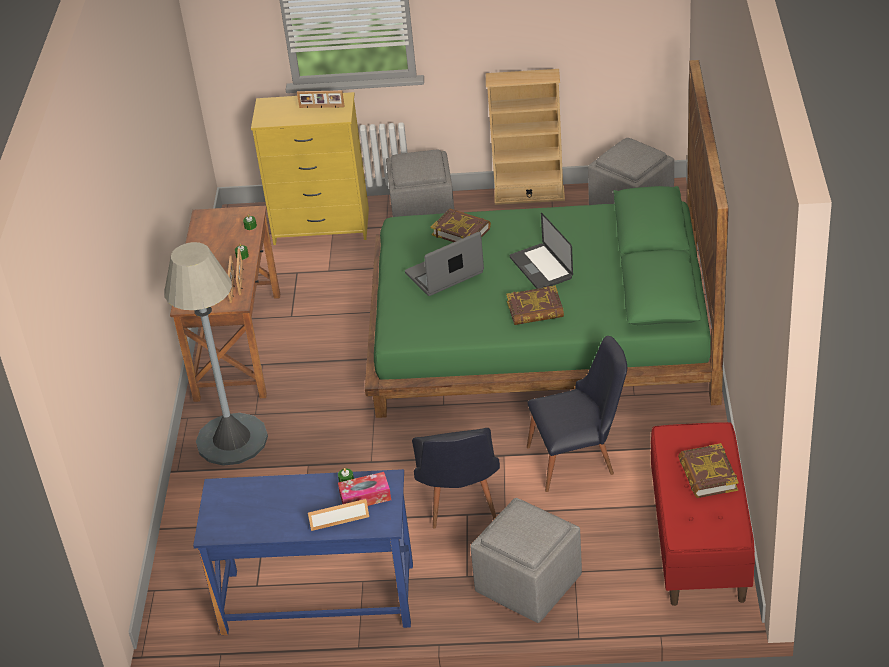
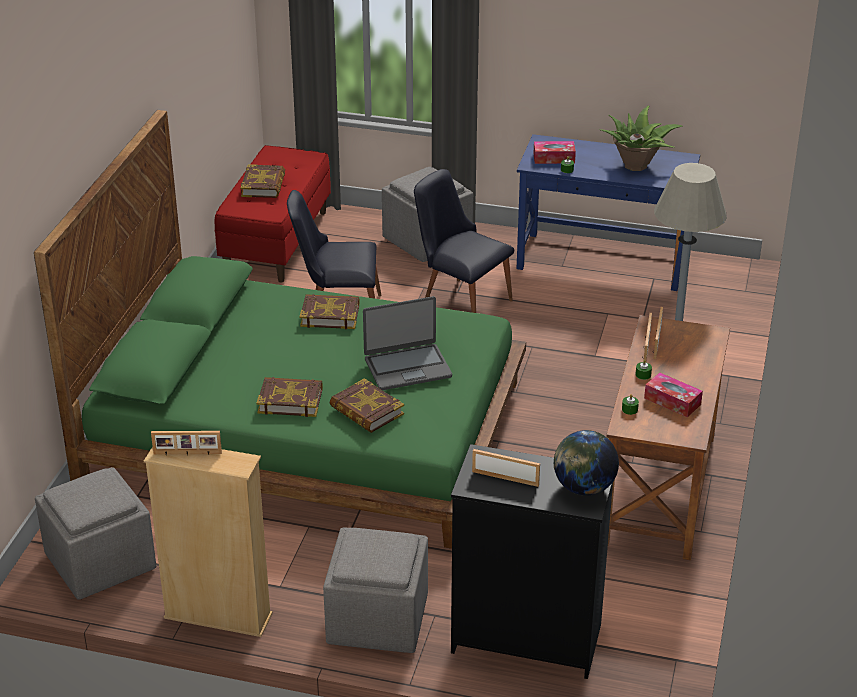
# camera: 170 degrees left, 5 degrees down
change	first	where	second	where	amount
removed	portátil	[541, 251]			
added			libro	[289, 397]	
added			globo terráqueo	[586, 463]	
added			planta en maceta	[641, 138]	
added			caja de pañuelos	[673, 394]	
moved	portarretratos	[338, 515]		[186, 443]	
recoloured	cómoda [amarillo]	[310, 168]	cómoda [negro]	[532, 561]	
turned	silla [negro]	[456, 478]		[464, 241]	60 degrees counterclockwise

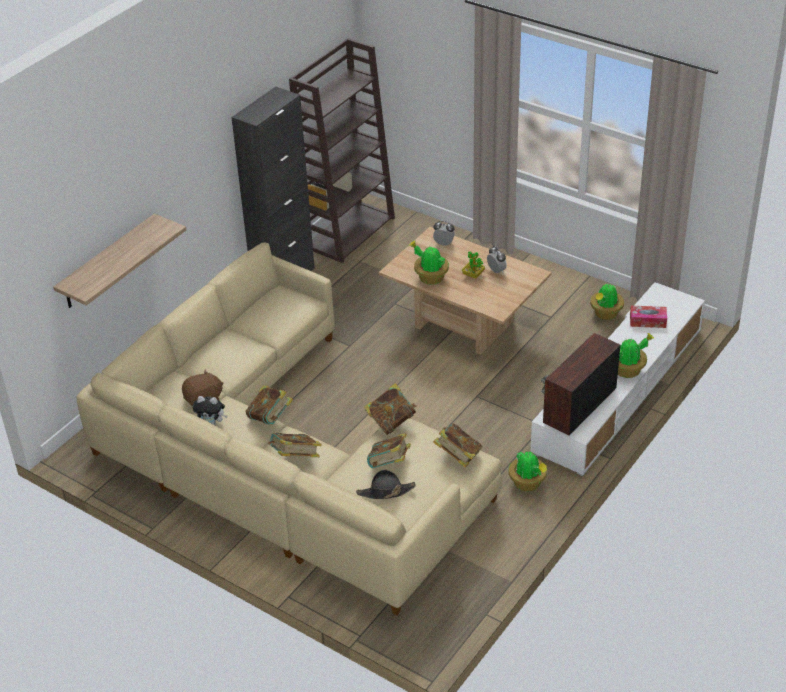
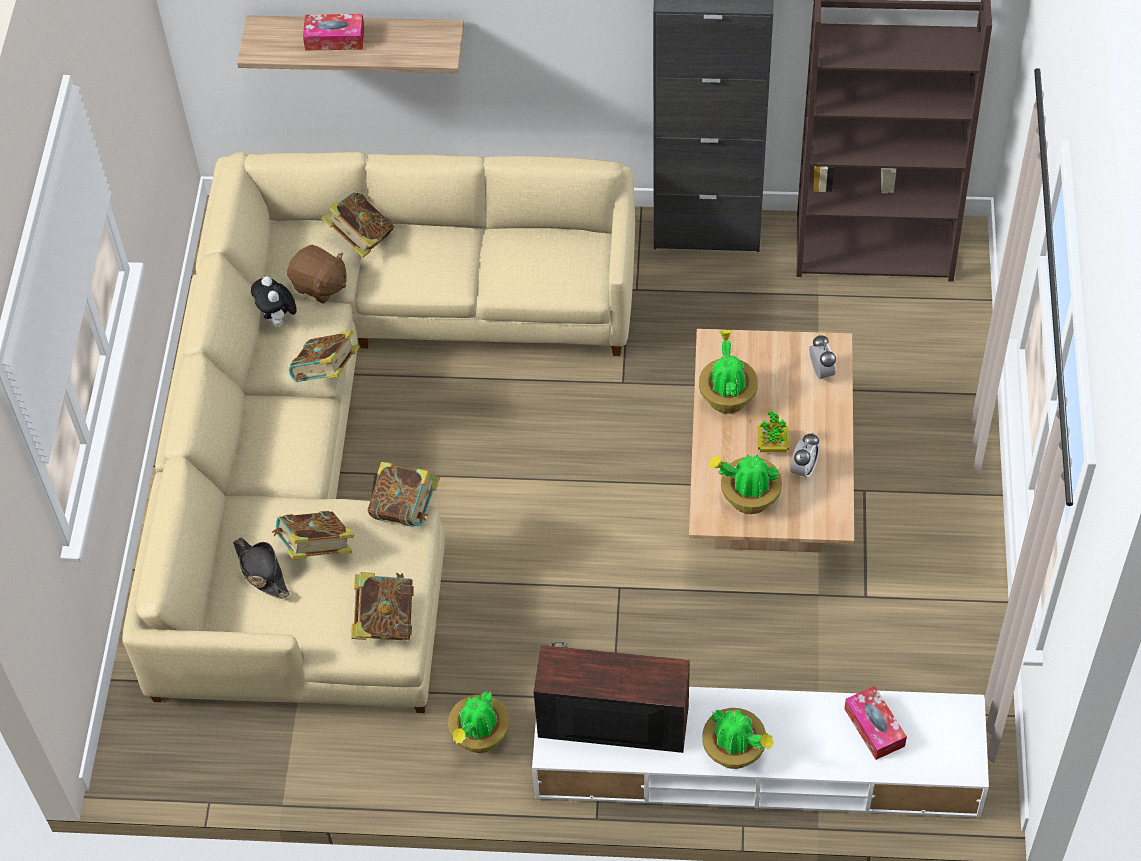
# camera: 60 degrees right, 15 degrees up
change	first	where	second	where	amount
added			caja de pañuelos	[333, 32]	
moved	libro	[295, 445]		[358, 225]	
moved	planta en maceta	[607, 301]		[745, 484]	

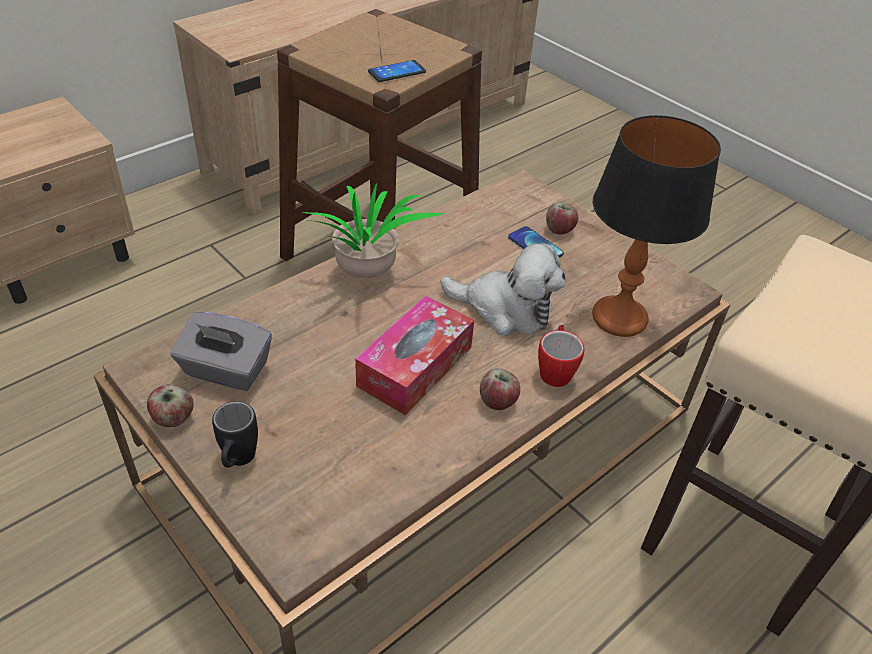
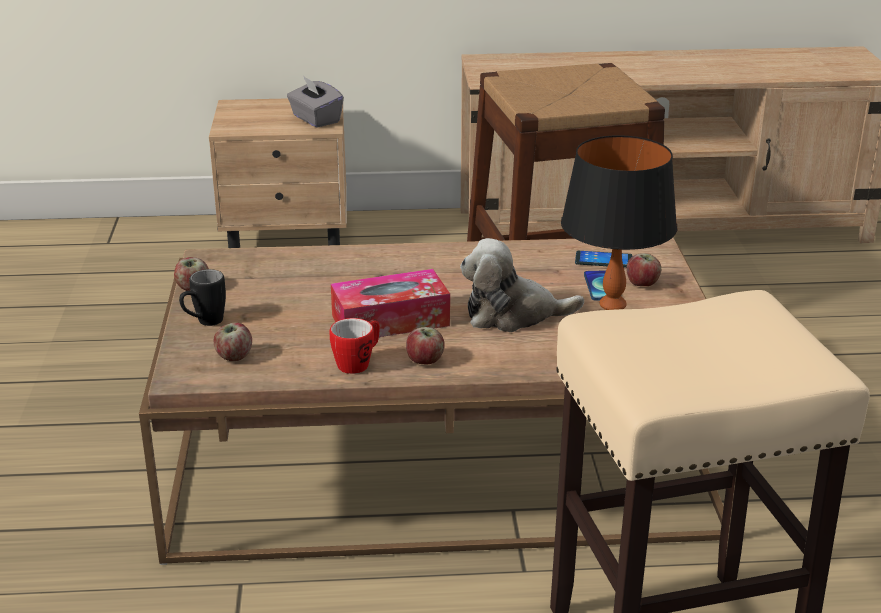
# camera: 40 degrees right, 15 degrees down
change	first	where	second	where	amount
removed	planta en maceta	[374, 230]			
added			manzana	[233, 341]	
moved	caja de pañuelos [gris]	[221, 351]		[315, 102]	
moved	móvil	[397, 71]		[603, 259]	
moved	taza grande	[561, 356]		[355, 346]	
turned	peluche	[503, 289]		[522, 285]	120 degrees clockwise

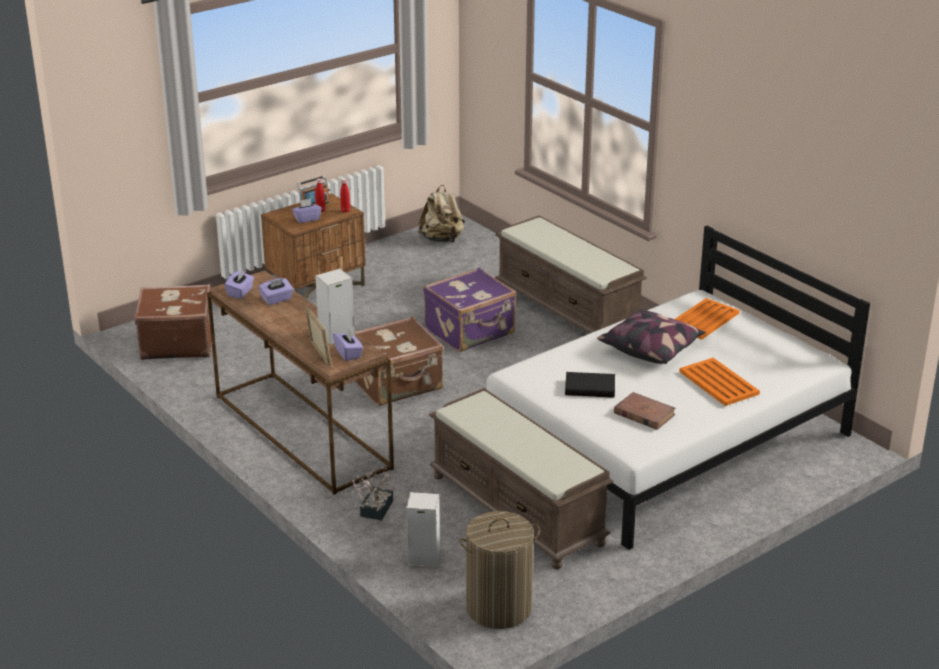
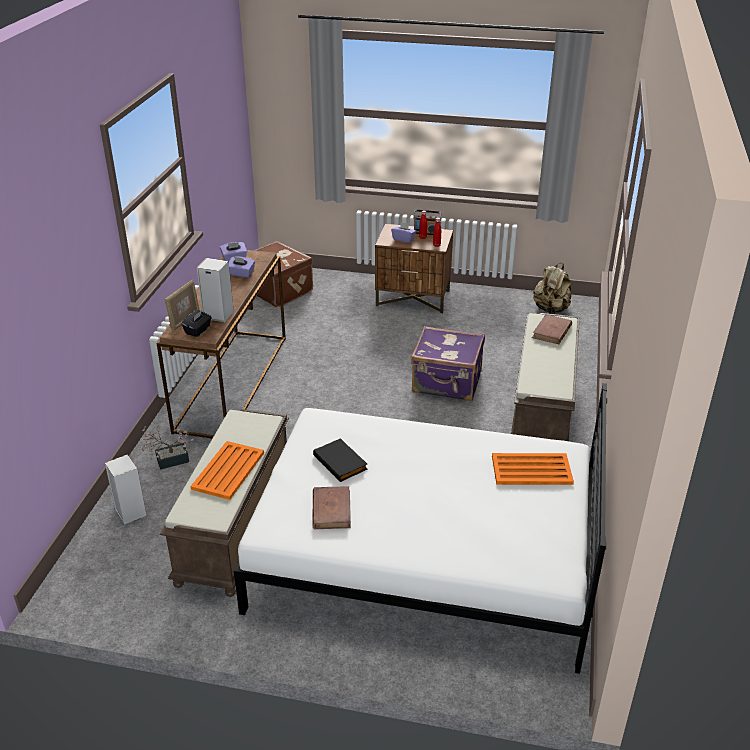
# camera: 50 degrees right, 5 degrees up
change	first	where	second	where	amount
removed	maleta [marrón]	[399, 361]			
removed	cesto de la ropa	[499, 570]			
removed	cojín	[651, 336]			
added			libro [marrón]	[552, 329]	
moved	bandeja [naranja]	[719, 382]		[227, 470]	
recoloured	caja de pañuelos [morado]	[348, 345]	caja de pañuelos [negro]	[197, 323]	

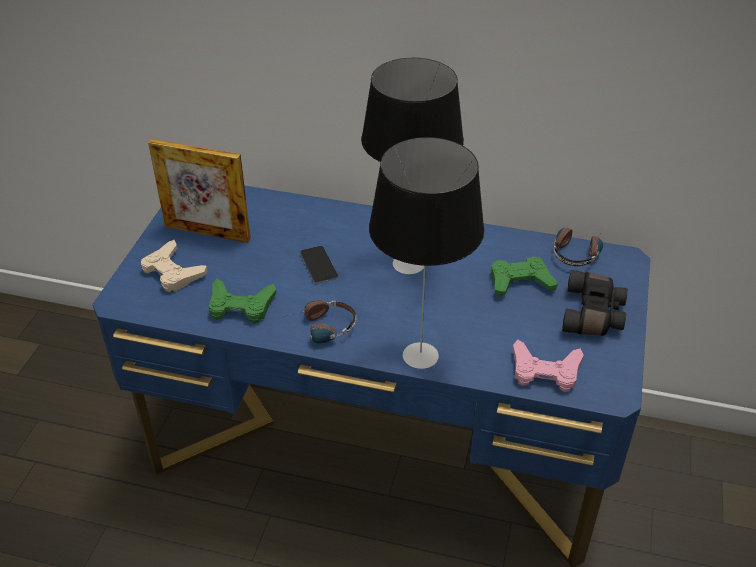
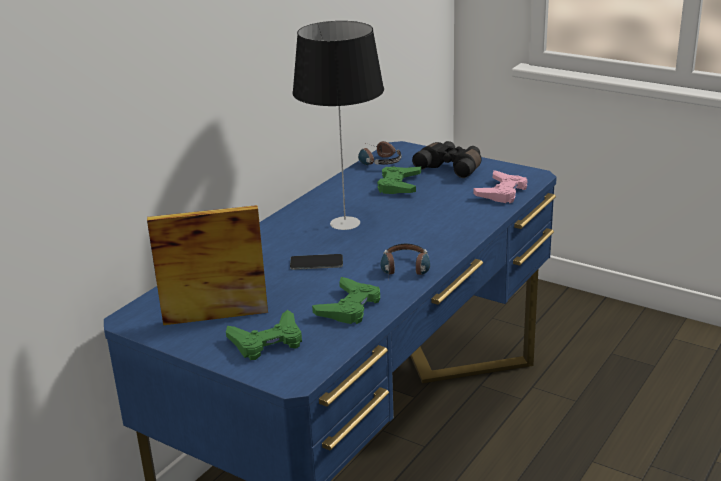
# camera: 70 degrees left, 15 degrees down
change	first	where	second	where	amount
removed	lámpara de mesa	[426, 253]			
recoloured	mando de consola [beis]	[174, 266]	mando de consola [verde]	[264, 335]	
turned	portarretratos	[199, 191]		[207, 265]	135 degrees counterclockwise

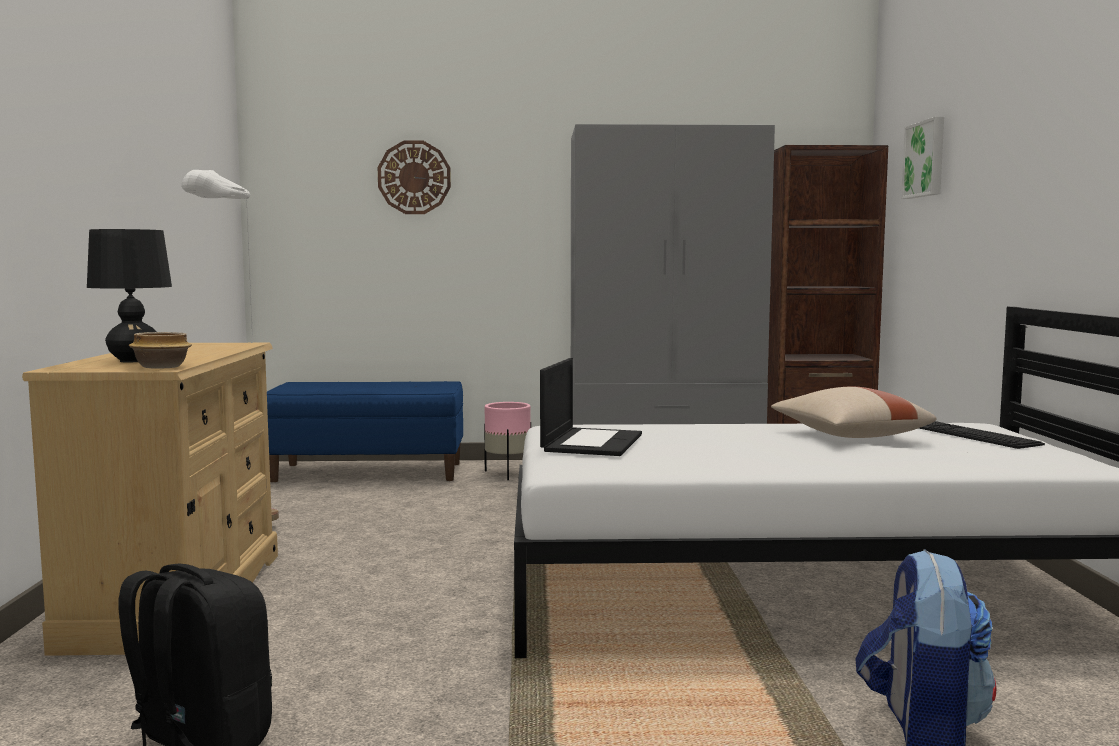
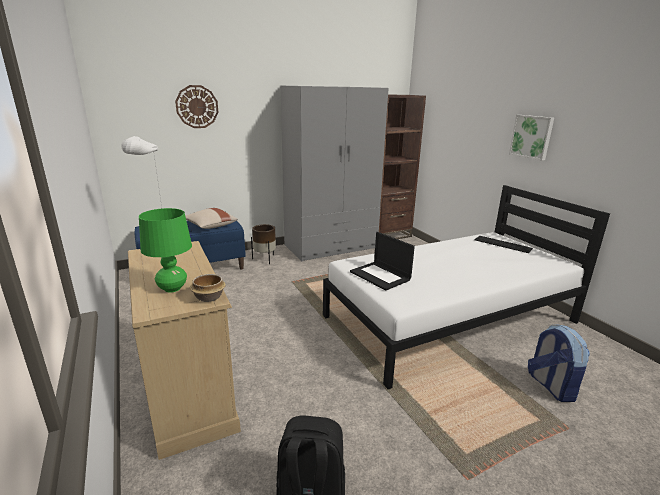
# camera: 25 degrees left, 15 degrees up
change	first	where	second	where	amount
moved	cojín [beis]	[854, 412]		[211, 218]	
moved	cuadro	[922, 158]		[531, 137]	
recoloured	lámpara de mesa [negro]	[129, 295]	lámpara de mesa [verde]	[165, 250]	
recoloured	maceta [rosa]	[507, 441]	maceta [marrón]	[263, 244]	
turned	portátil	[591, 407]		[382, 261]	150 degrees clockwise

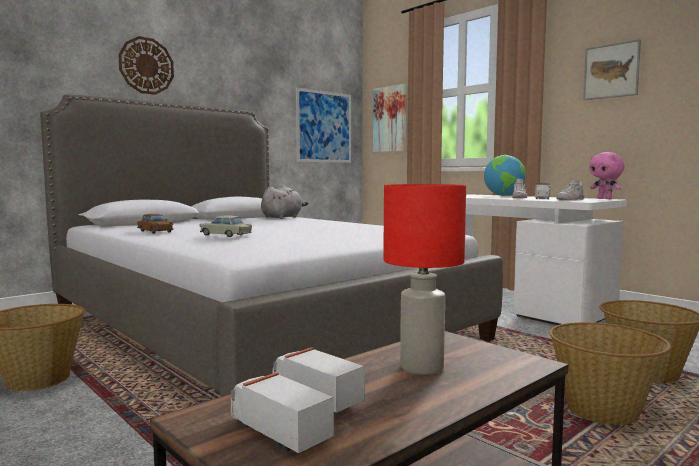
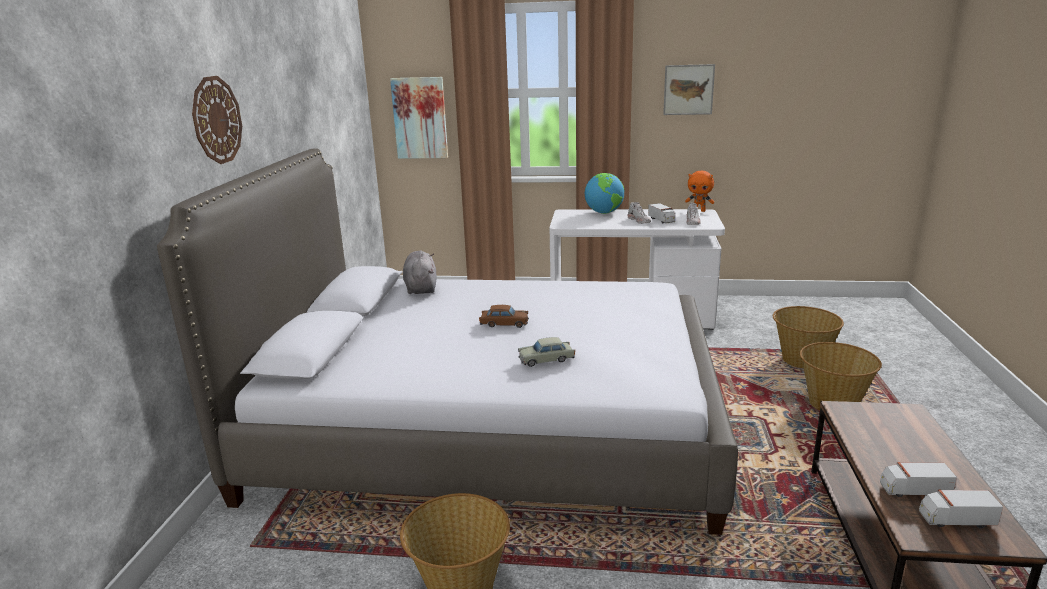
# camera: 40 degrees left, 15 degrees up
change	first	where	second	where	amount
removed	cuadro	[323, 125]			
removed	lámpara de mesa [rojo]	[424, 279]			
moved	coche de juguete [marrón]	[155, 224]		[504, 316]	
recoloured	peluche [rosa]	[607, 175]	peluche [naranja]	[699, 191]	

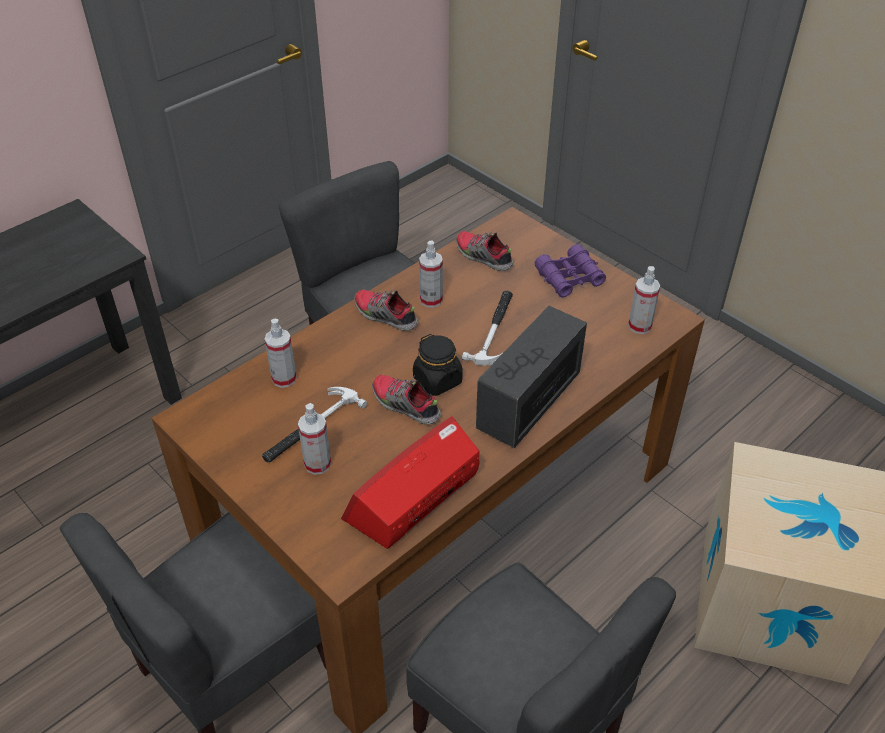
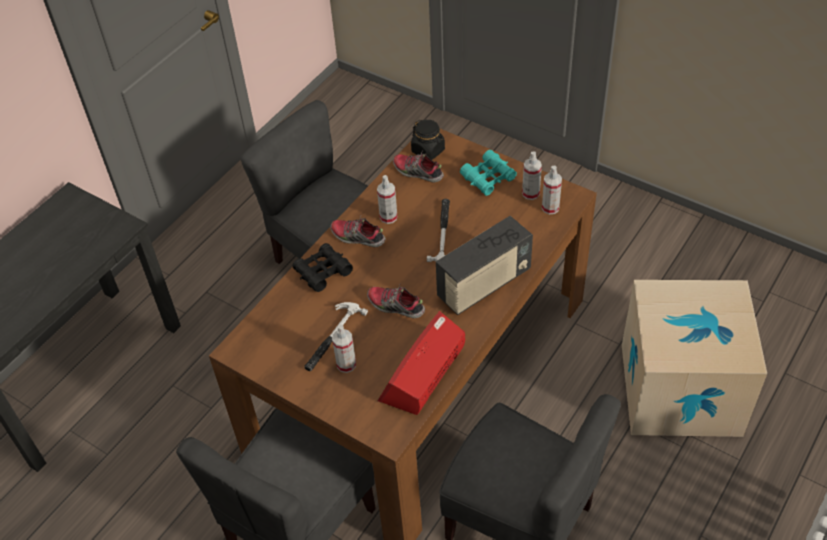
# camera: 10 degrees left, 5 degrees up
change	first	where	second	where	amount
added			prismáticos [negro]	[323, 267]	
moved	pulverizador	[281, 353]		[532, 175]	
moved	tarro [negro]	[438, 365]		[428, 140]	
recoloured	prismáticos [morado]	[570, 271]	prismáticos [turquesa]	[488, 173]	
turned	radio	[531, 377]		[484, 265]	150 degrees counterclockwise

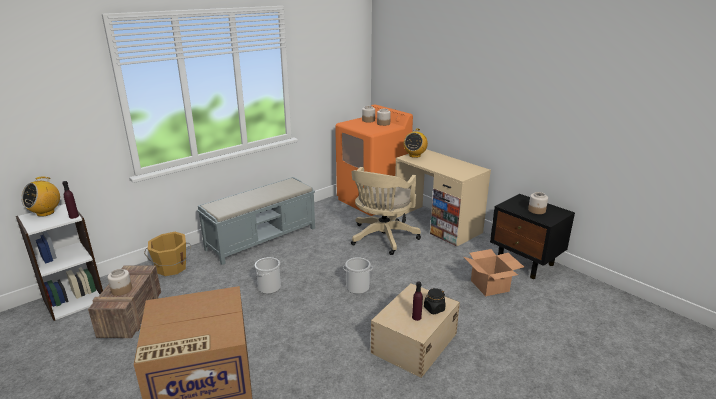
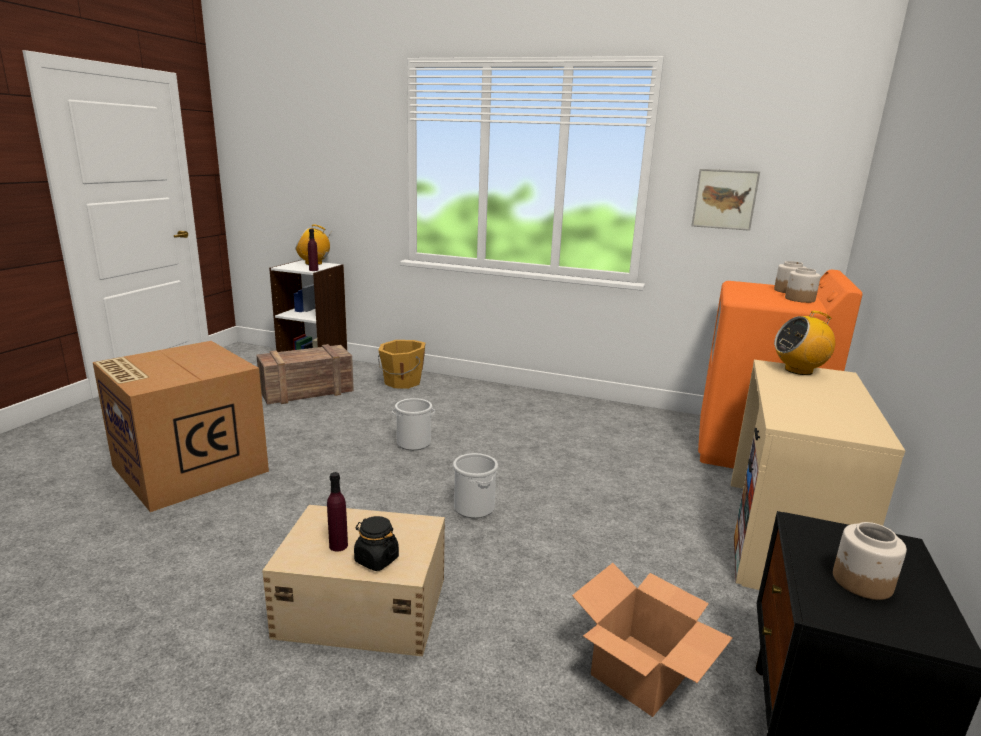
# camera: 60 degrees right, 5 degrees down
change	first	where	second	where	amount
removed	tarro	[119, 282]			
removed	banco [gris]	[256, 221]			
removed	silla de oficina [beis]	[386, 211]			
added			cuadro	[726, 200]	

